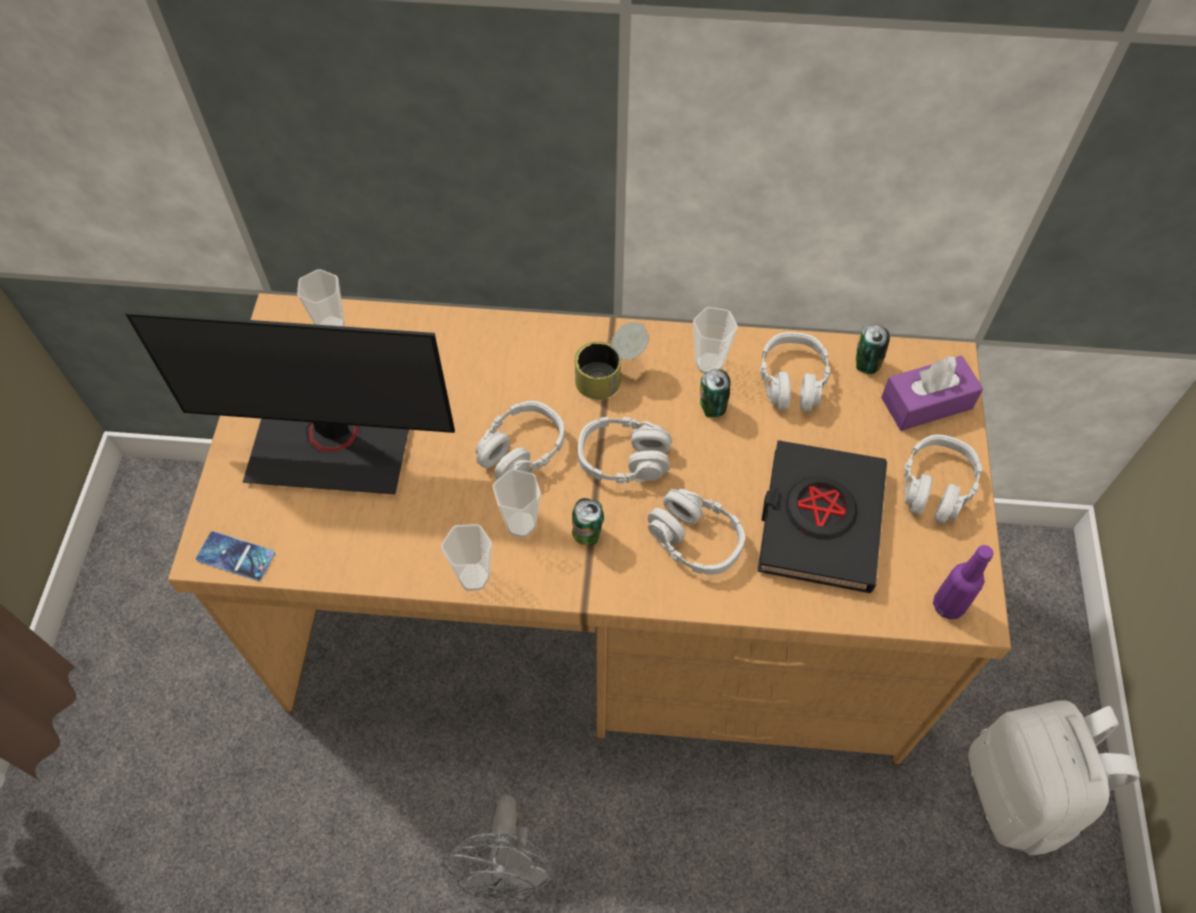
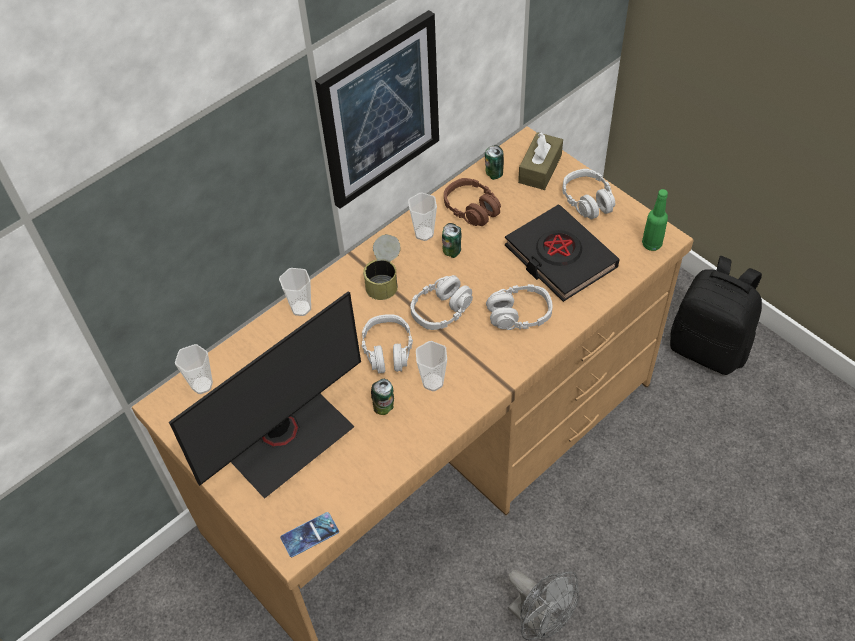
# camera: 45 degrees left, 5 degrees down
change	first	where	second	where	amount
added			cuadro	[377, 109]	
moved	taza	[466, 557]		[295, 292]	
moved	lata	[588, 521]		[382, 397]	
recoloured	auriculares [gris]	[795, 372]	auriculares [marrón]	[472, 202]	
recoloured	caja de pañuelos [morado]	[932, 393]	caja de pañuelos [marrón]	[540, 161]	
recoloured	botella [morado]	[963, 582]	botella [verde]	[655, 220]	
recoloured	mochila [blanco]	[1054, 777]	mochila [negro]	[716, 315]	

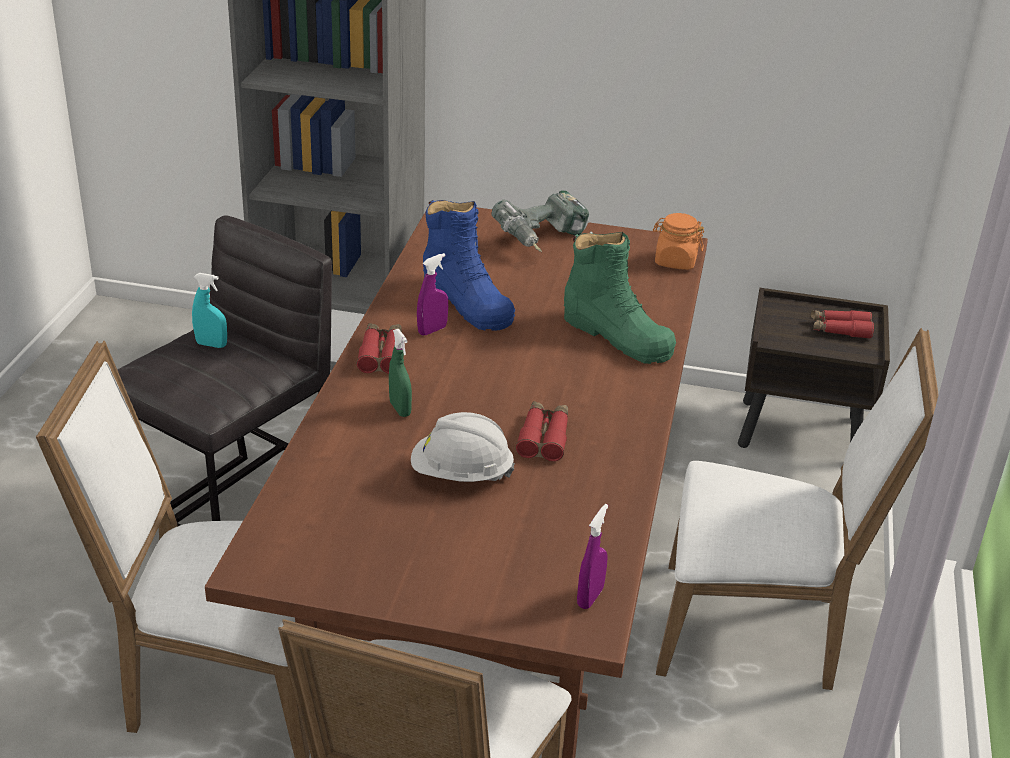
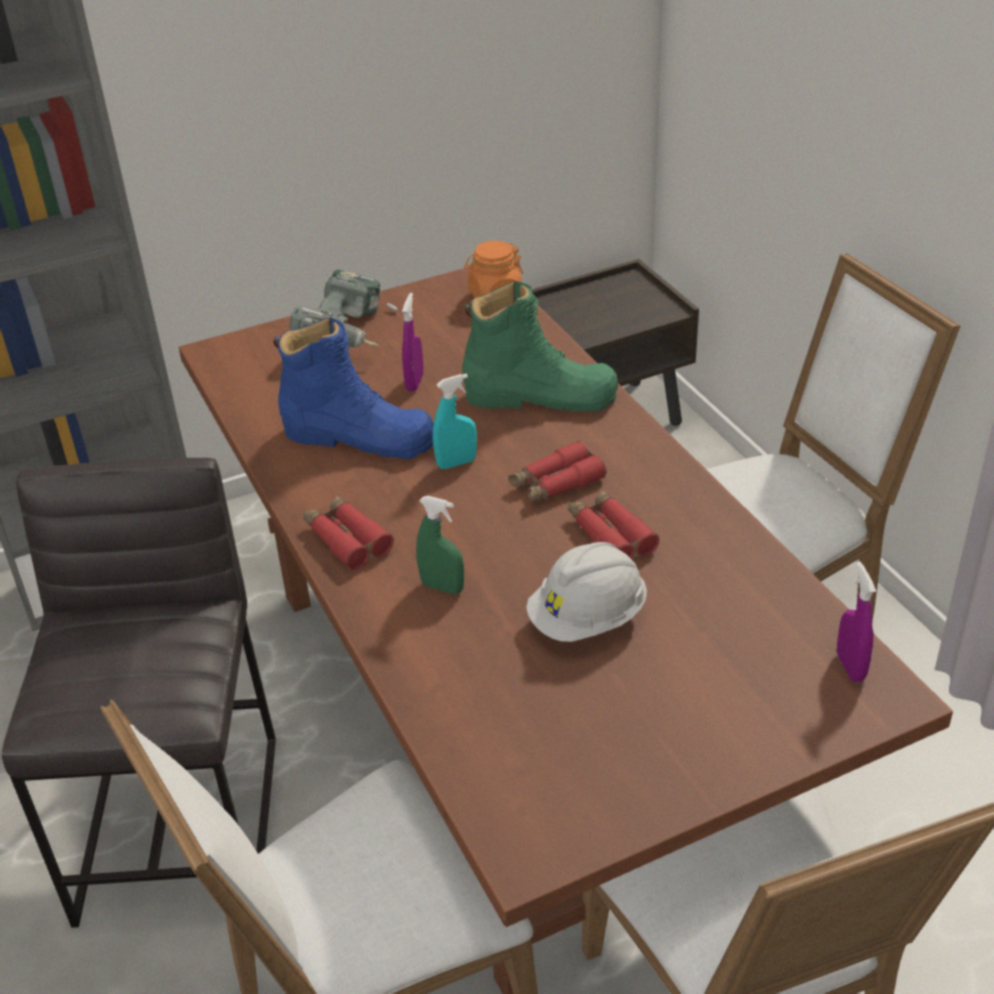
# camera: 35 degrees left, 5 degrees up
change	first	where	second	where	amount
moved	pulverizador [turquesa]	[209, 310]		[455, 421]	
moved	pulverizador [morado]	[432, 294]		[413, 342]	
moved	prismáticos [rojo]	[842, 324]		[557, 472]	

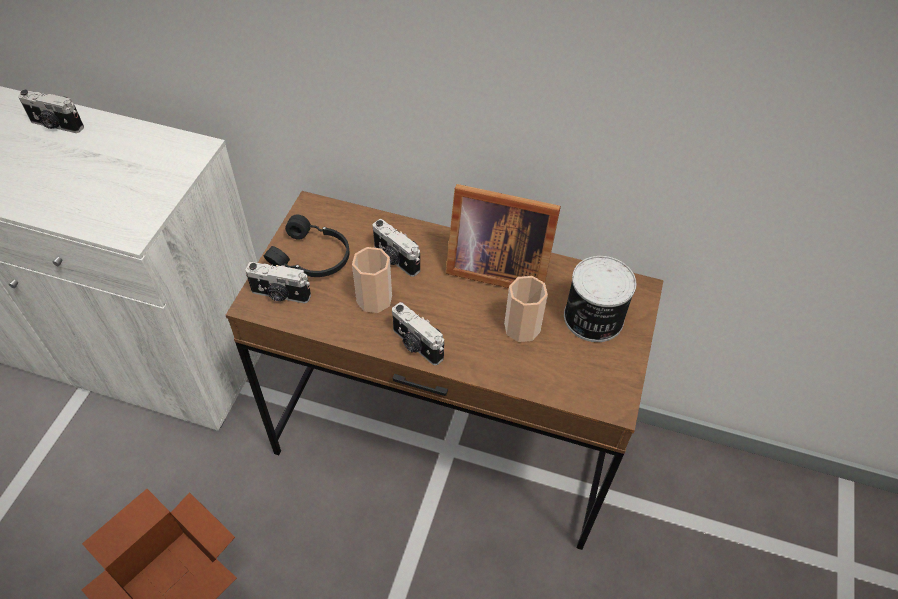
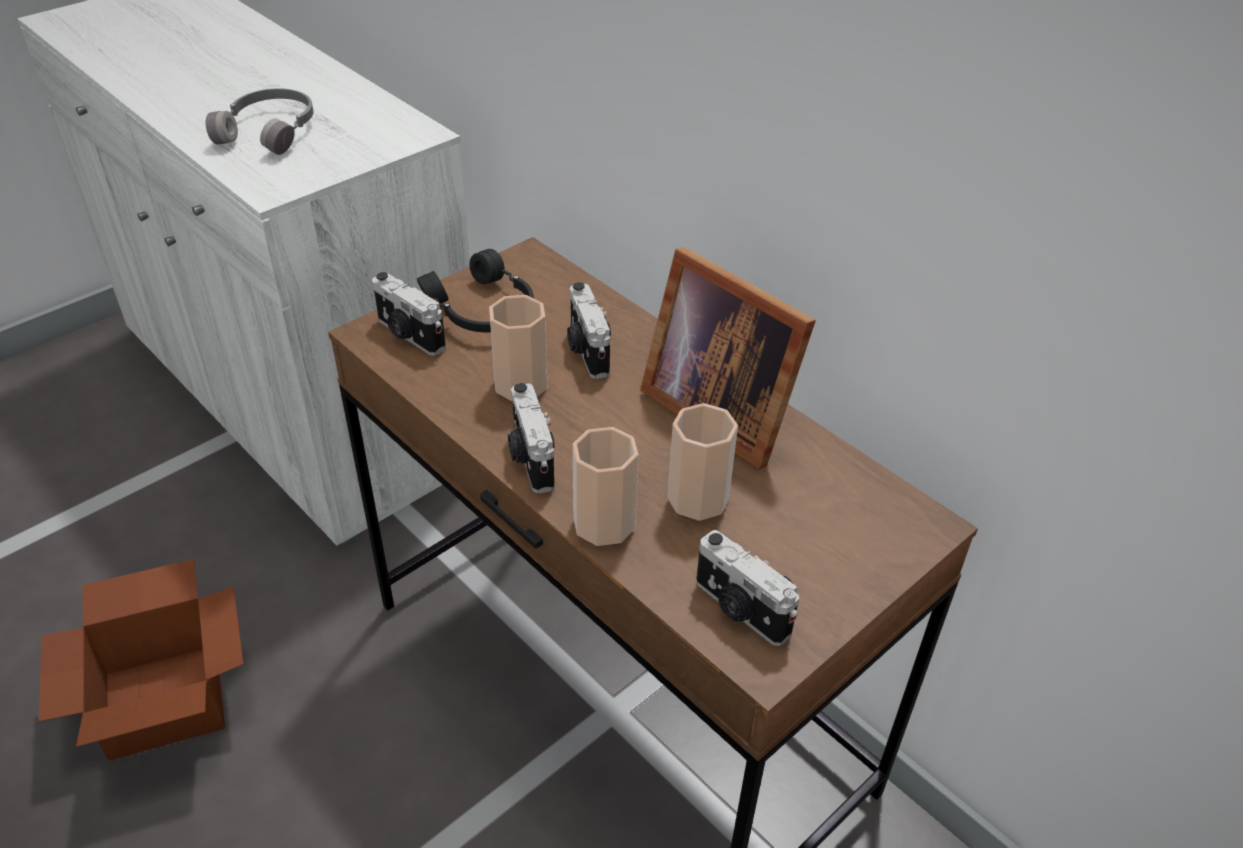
# camera: 30 degrees right, 10 degrees down
change	first	where	second	where	amount
removed	lata	[600, 299]			
added			auriculares [gris]	[259, 121]	
added			taza	[605, 486]	
moved	cámara	[51, 111]		[747, 588]	

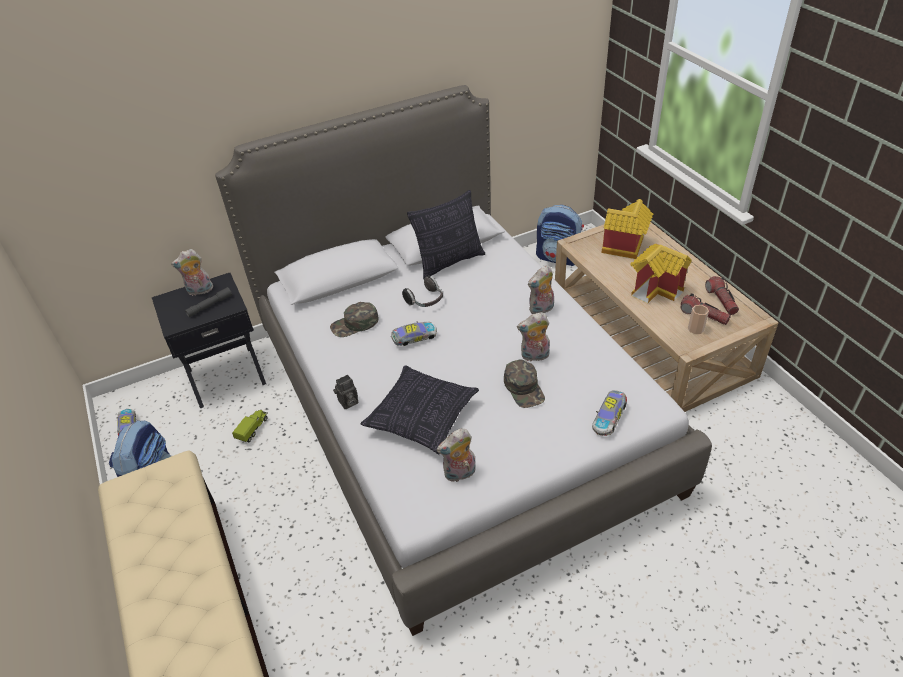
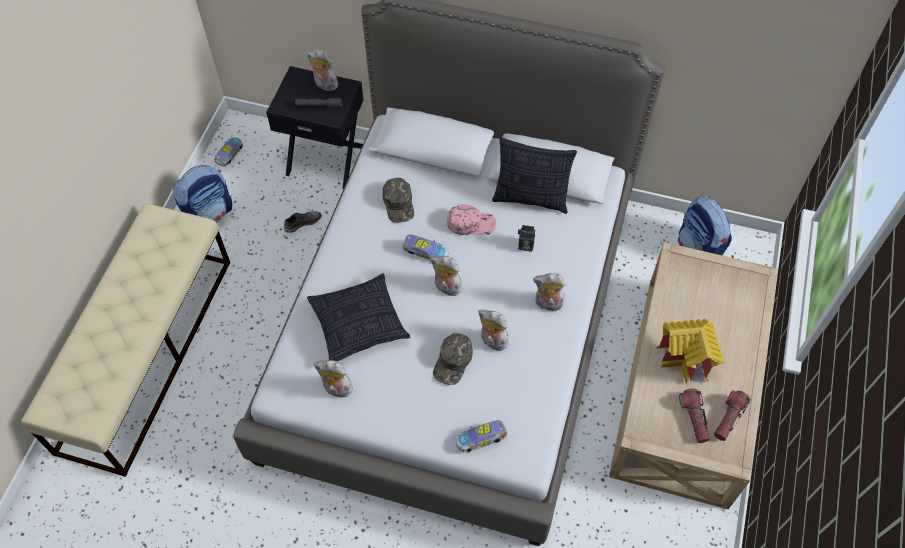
# camera: 40 degrees right, 15 degrees up
change	first	where	second	where	amount
removed	casita	[627, 229]			
removed	taza	[698, 319]			
added			peluche	[446, 276]	
moved	cámara	[345, 391]		[526, 238]	
replaced	camión de juguete	[250, 426]	zapato [gris]	[302, 222]	
replaced	auriculares	[422, 291]	gorra [rosa]	[471, 219]	
turned	gorra [verde]	[354, 319]		[398, 200]	120 degrees counterclockwise

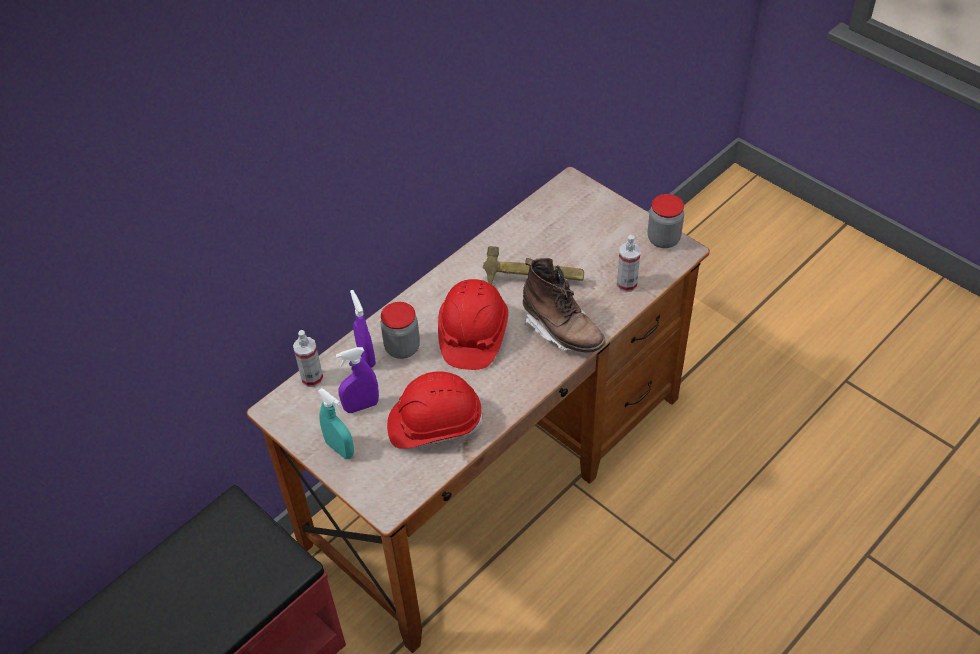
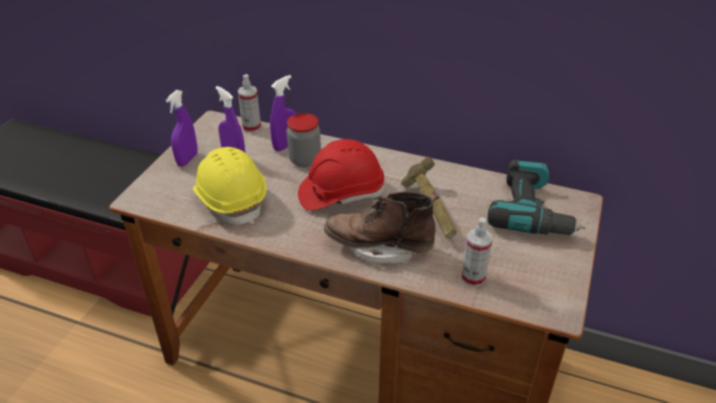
# camera: 65 degrees right, 10 degrees down
change	first	where	second	where	amount
removed	tarro	[666, 221]			
added			taladro	[536, 197]	
recoloured	pulverizador [turquesa]	[336, 423]	pulverizador [morado]	[182, 128]	
recoloured	casco [rojo]	[435, 410]	casco [amarillo]	[230, 186]	
turned	bota [marrón]	[564, 305]		[381, 227]	75 degrees clockwise

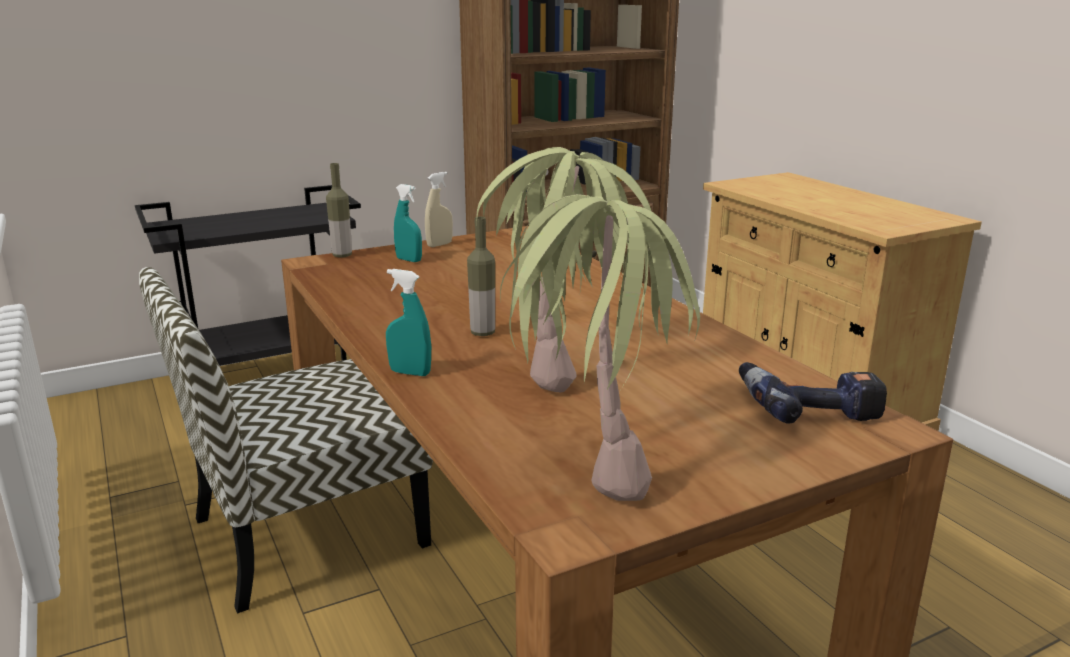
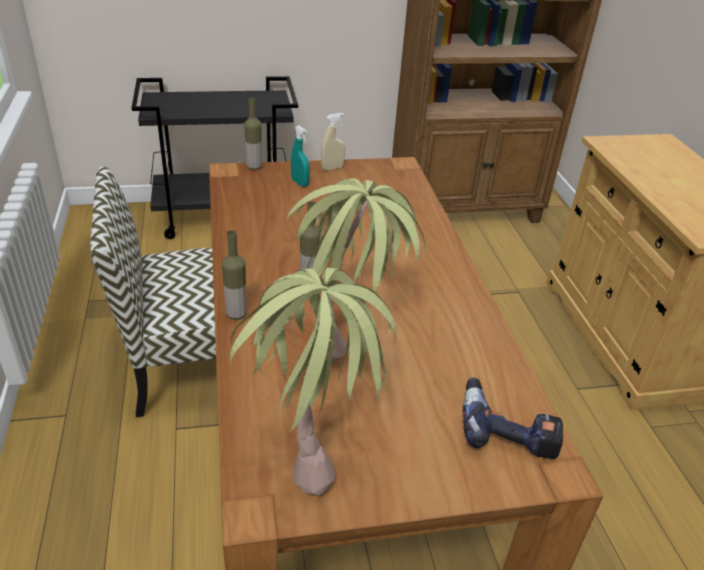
# camera: 15 degrees right, 15 degrees up
change	first	where	second	where	amount
replaced	pulverizador [turquesa]	[408, 322]	botella	[234, 275]	

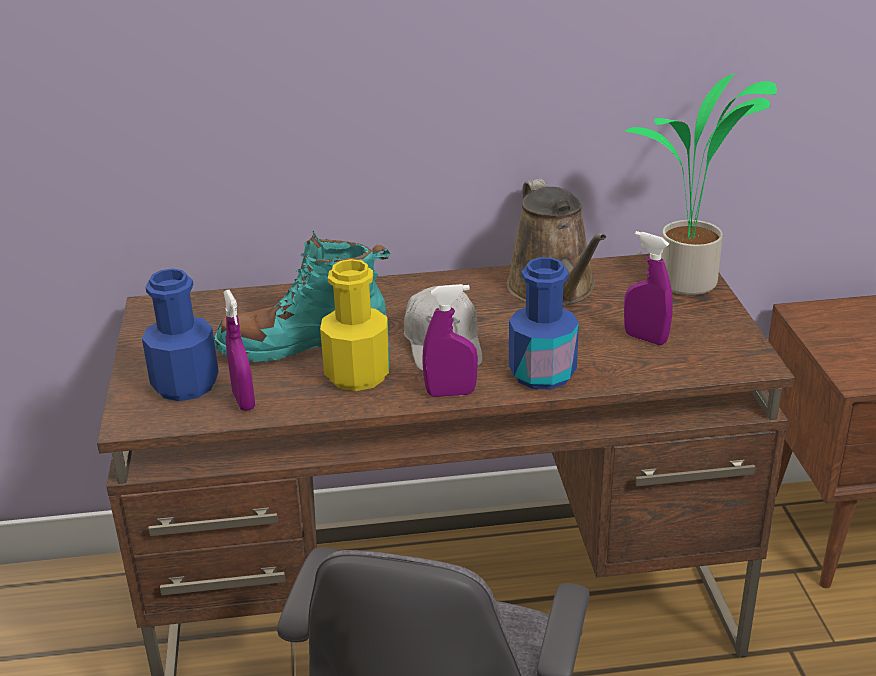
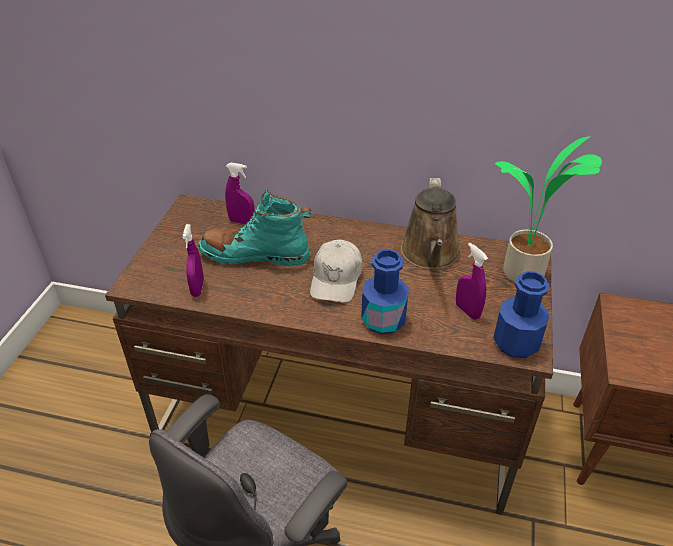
# camera: 20 degrees right, 10 degrees up
change	first	where	second	where	amount
removed	botella [amarillo]	[355, 325]			
moved	botella [azul]	[180, 334]		[521, 314]	
moved	pulverizador [morado]	[450, 340]		[240, 193]	

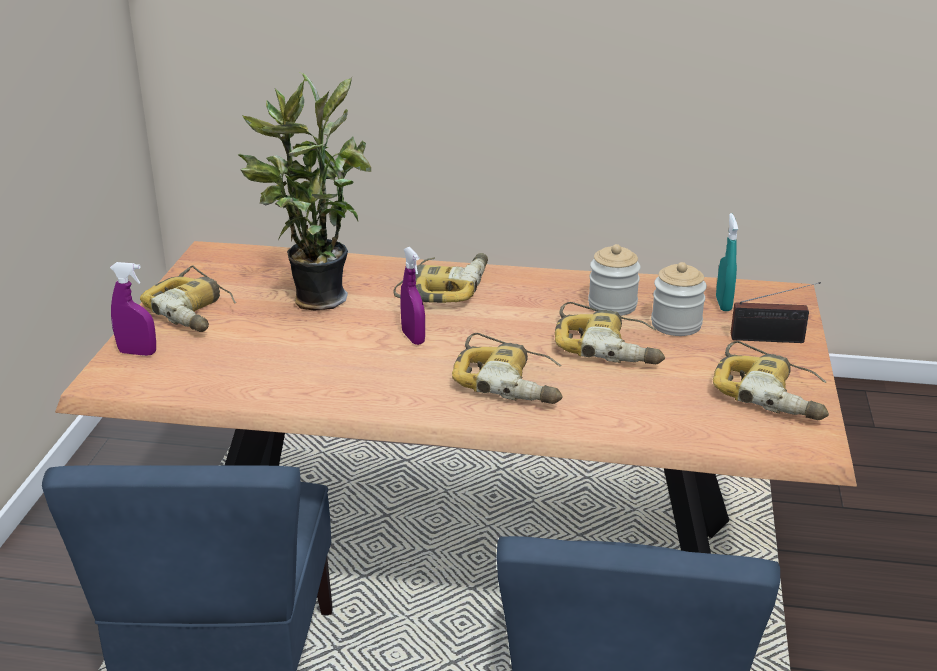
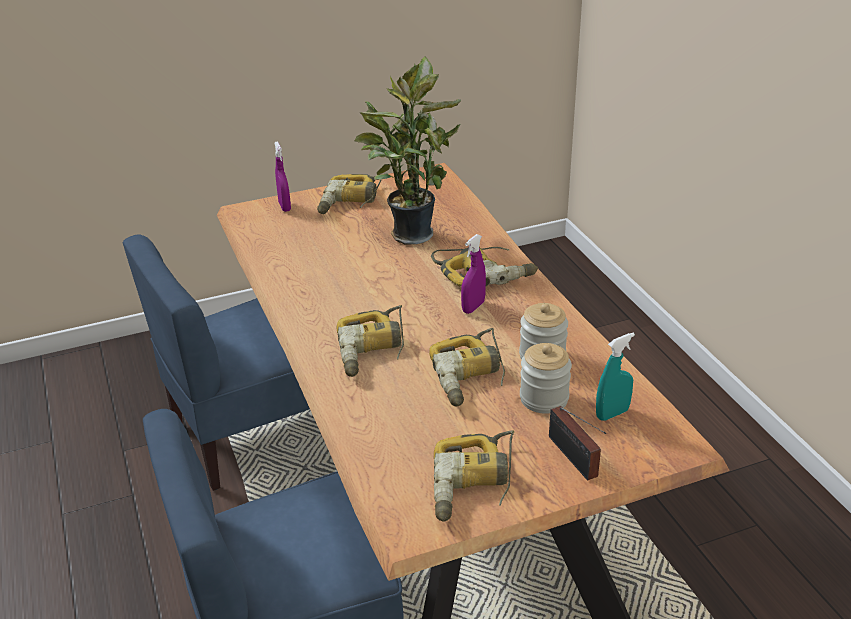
# camera: 60 degrees right, 5 degrees up
change	first	where	second	where	amount
moved	pulverizador [morado]	[412, 296]		[473, 274]	

